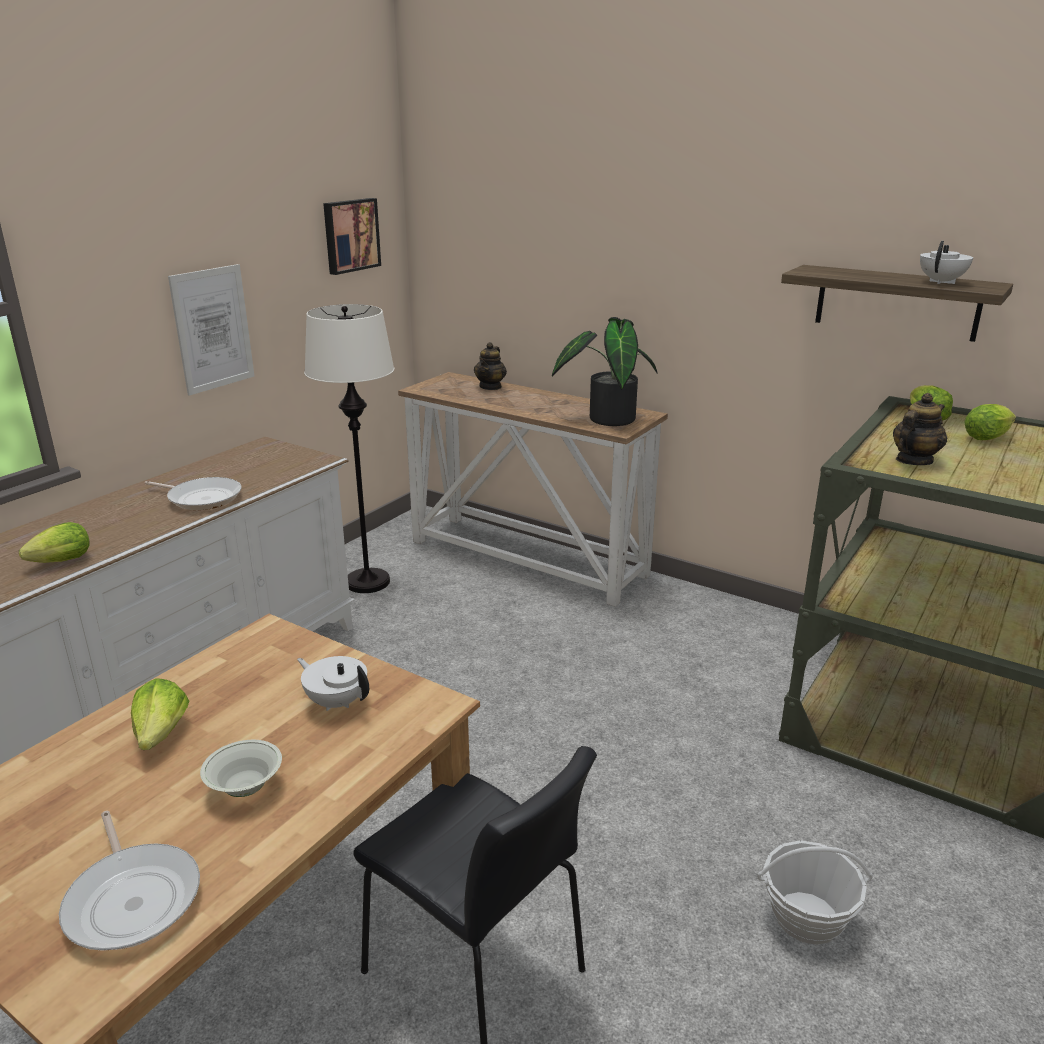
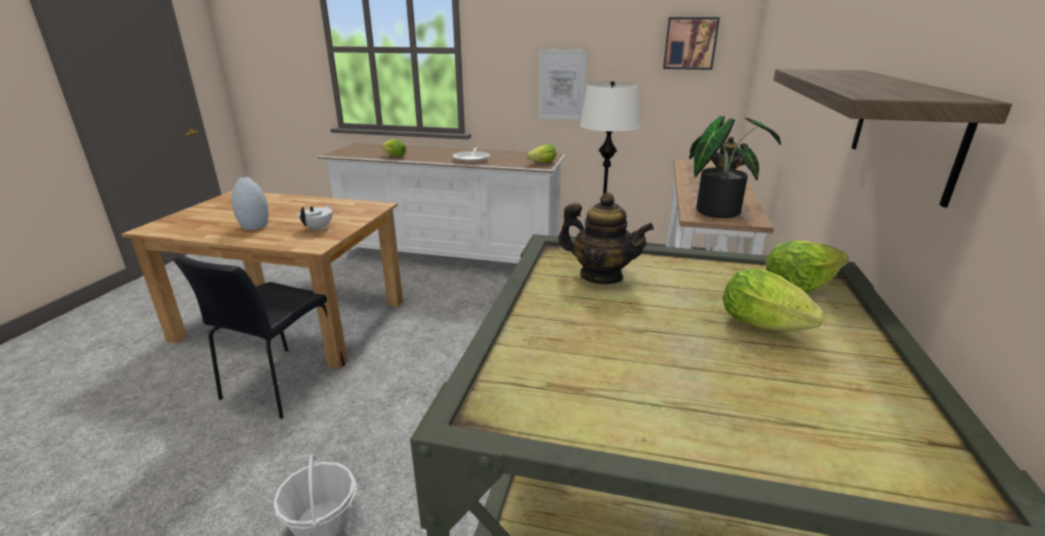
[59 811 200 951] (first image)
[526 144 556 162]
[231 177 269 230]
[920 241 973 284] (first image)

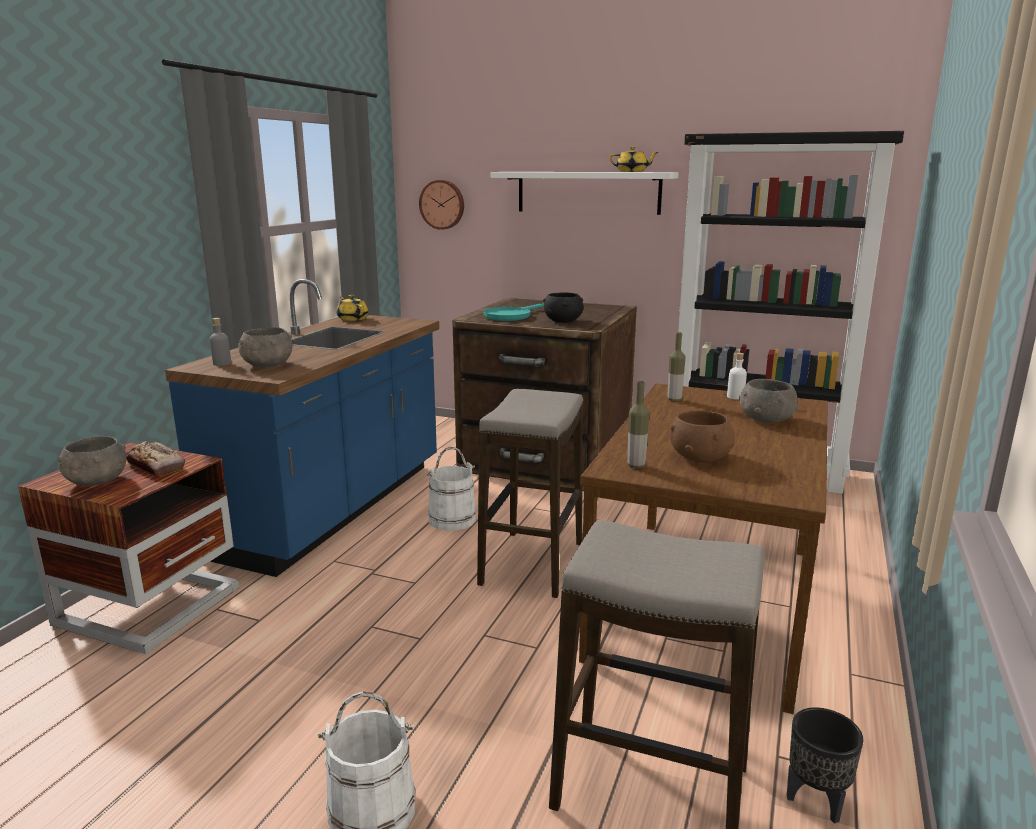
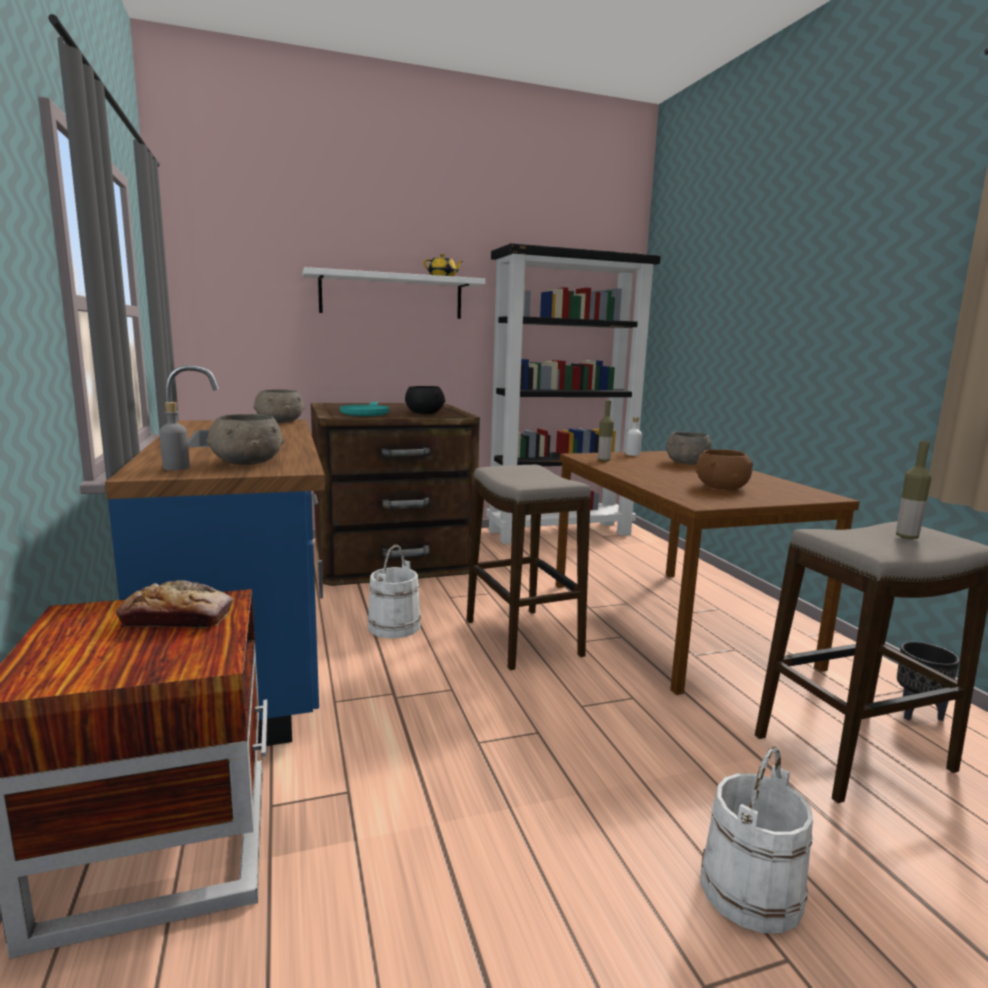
[253 389 304 423]
[337 295 368 321] (first image)
[419 180 464 230] (first image)
[896 441 931 539]

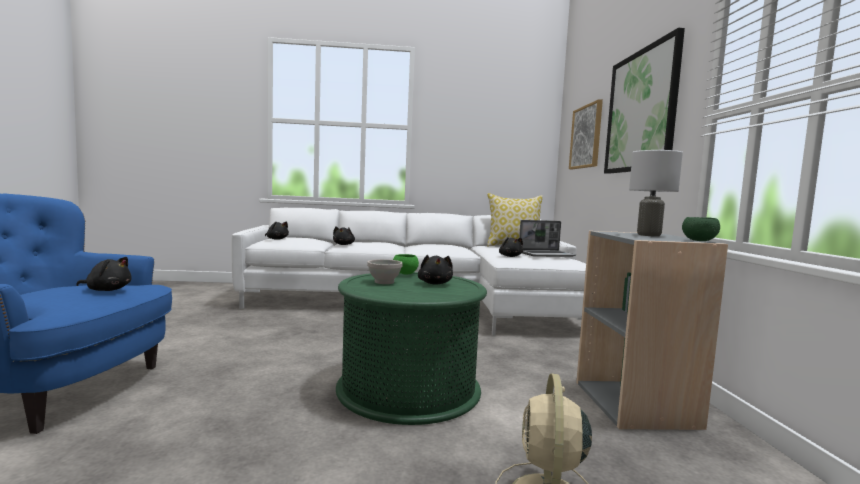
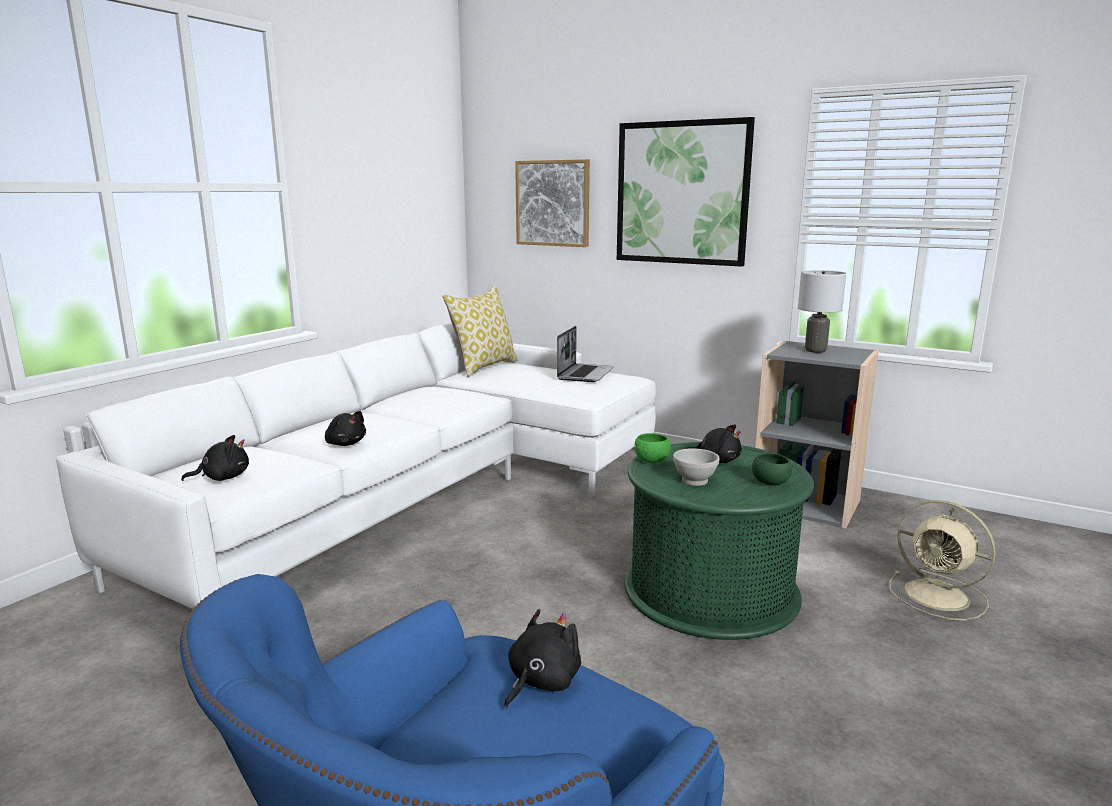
[499 237 523 257] (first image)
[752 453 792 485]

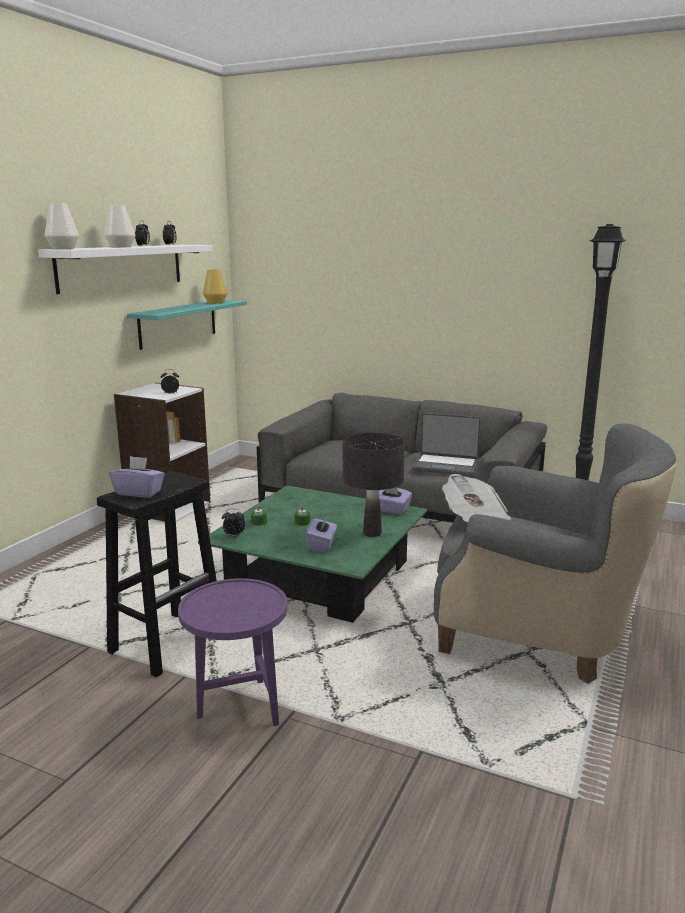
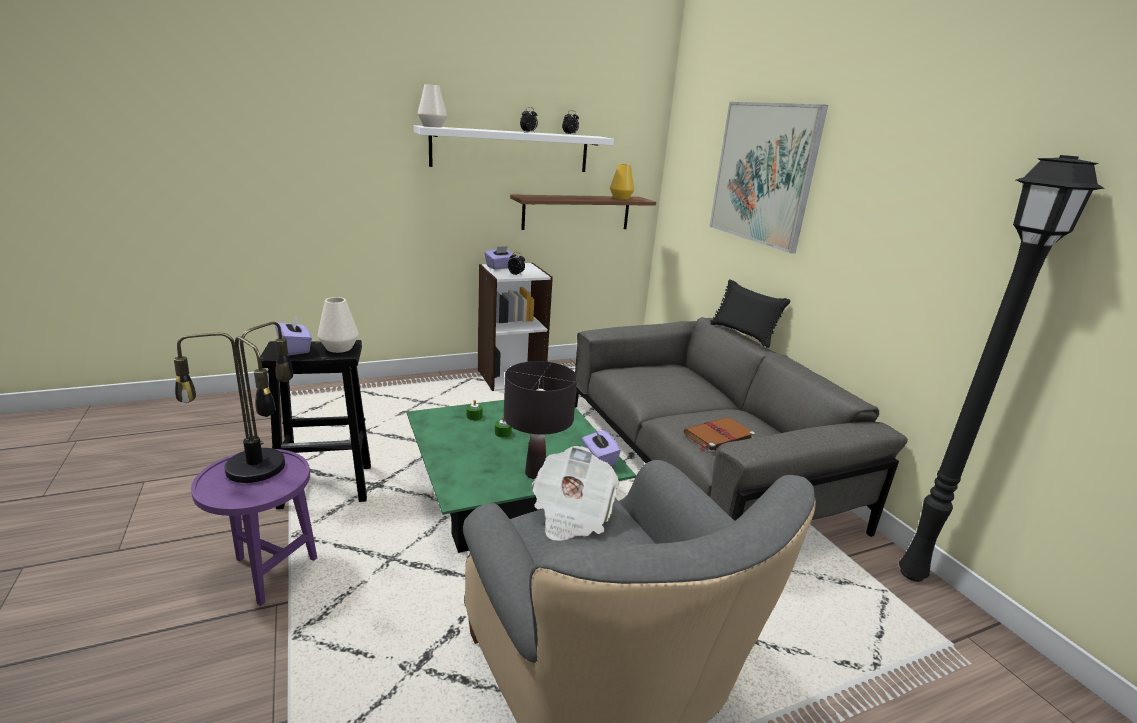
[318 297 359 353]
[510 195 656 230]
[222 509 245 537] (first image)
[484 246 516 269]
[684 417 756 453]
[174 322 293 483]
[709 102 828 253]
[711 279 791 348]

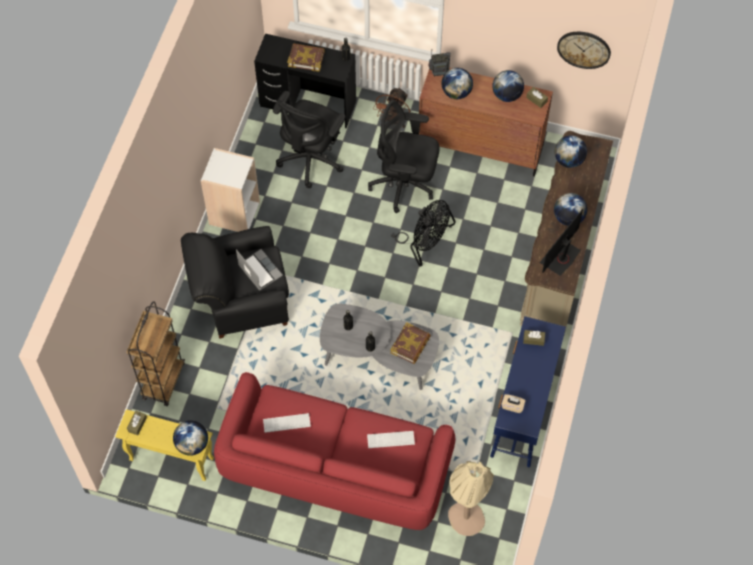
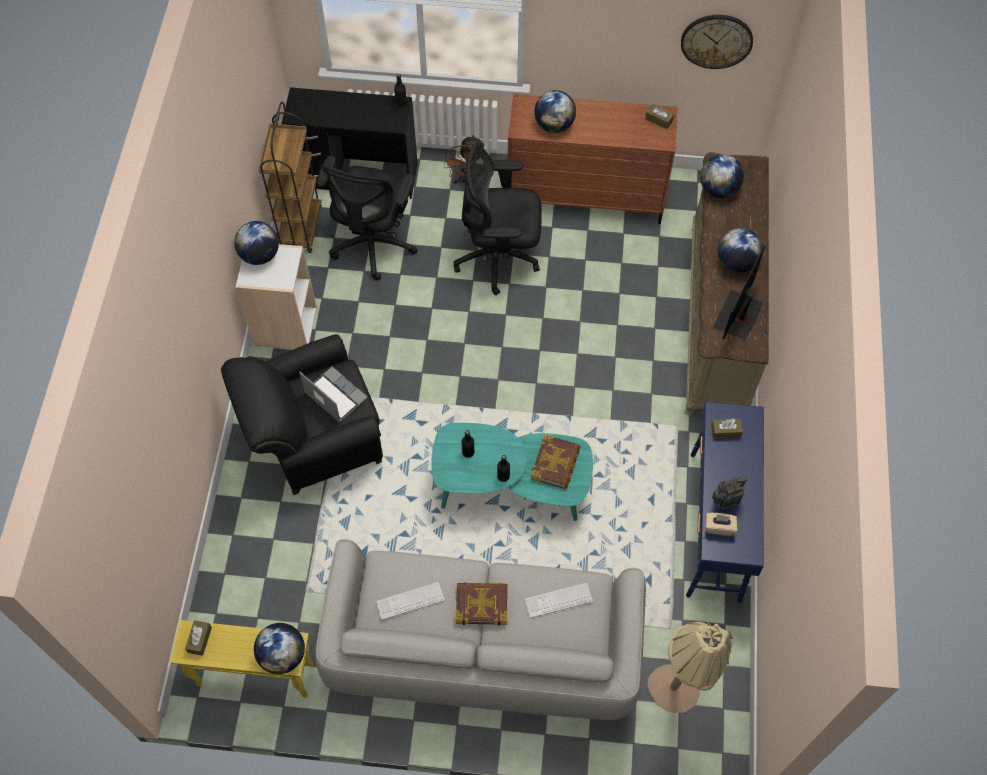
[258 102 322 253]
[315 539 646 720]
[455 583 508 625]
[431 423 593 521]
[391 200 456 267] (first image)
[712 476 748 510]
[234 221 279 265]

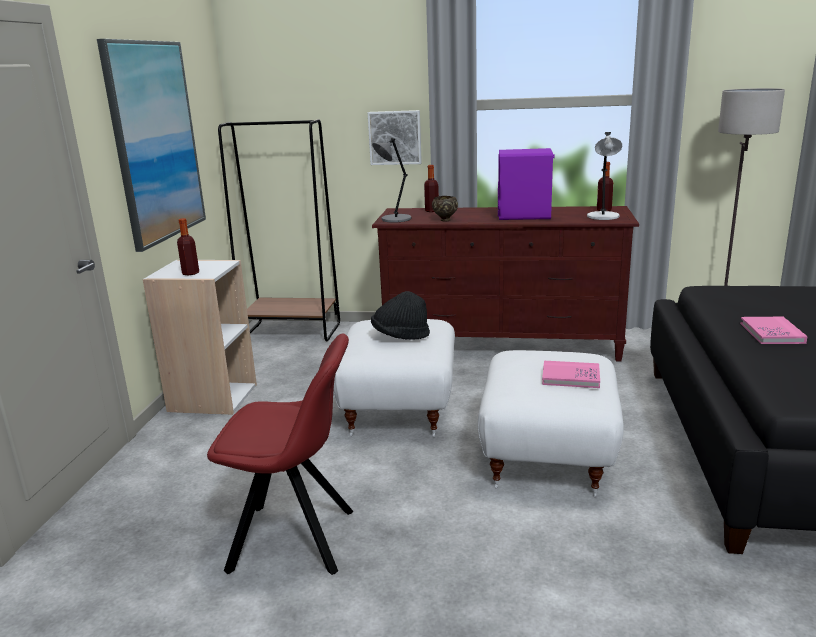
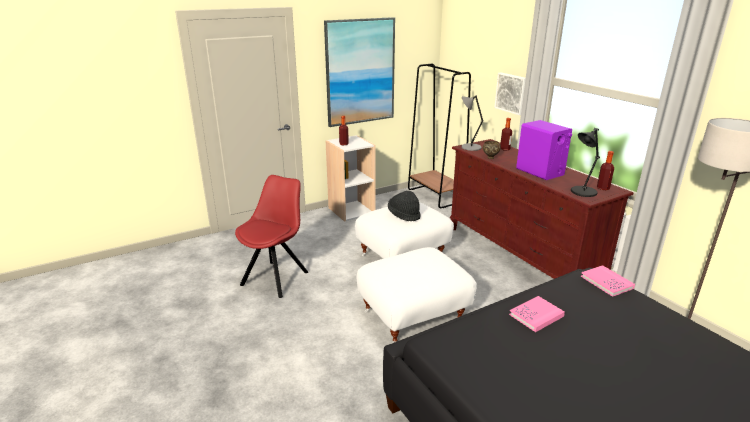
[235 175 308 298]
[581 265 635 297]
[571 128 600 197]

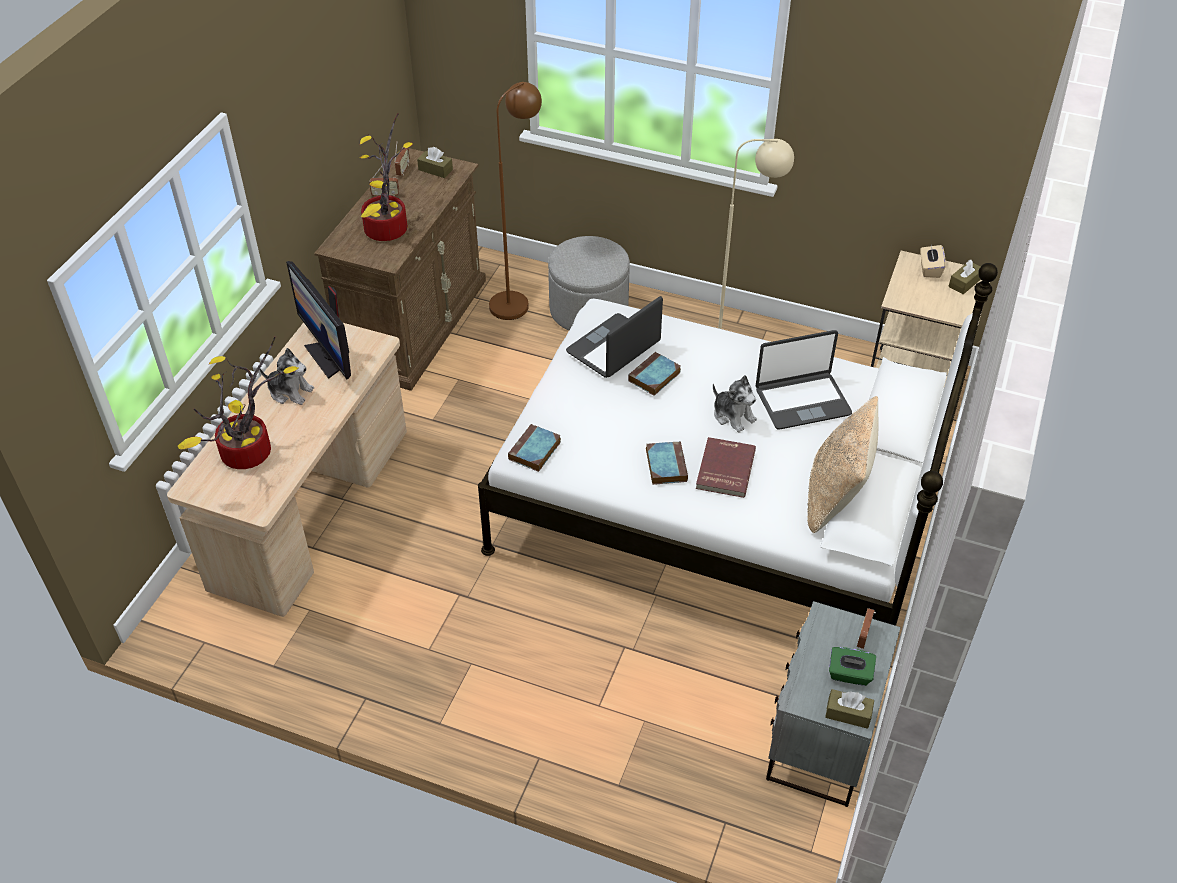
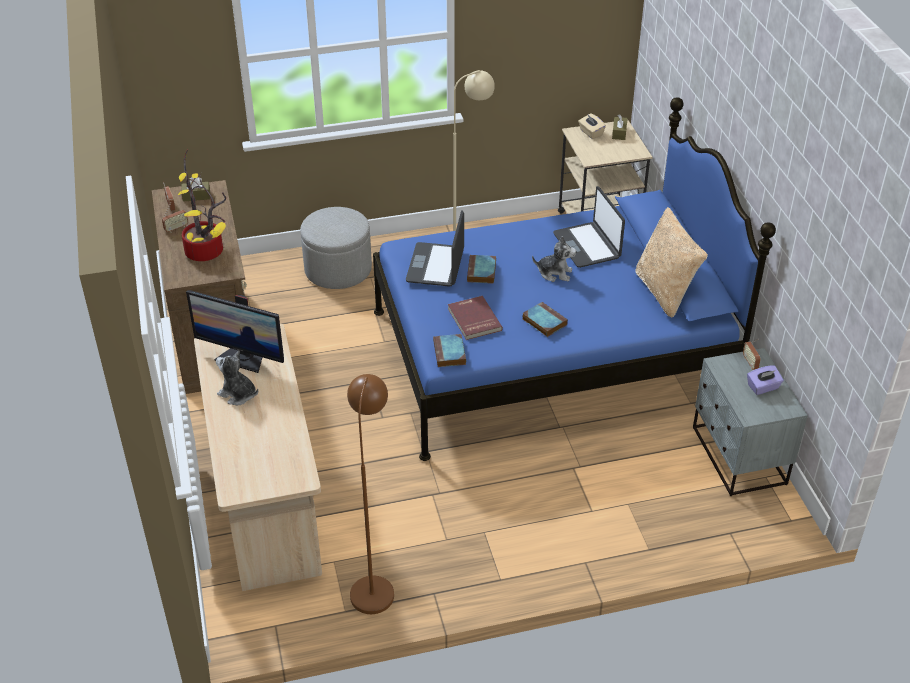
[178 337 298 469] (first image)
[216 351 258 405]
[373 97 776 461]
[347 374 394 614]
[448 296 503 340]
[553 186 625 268]
[825 689 874 729] (first image)
[747 365 784 395]

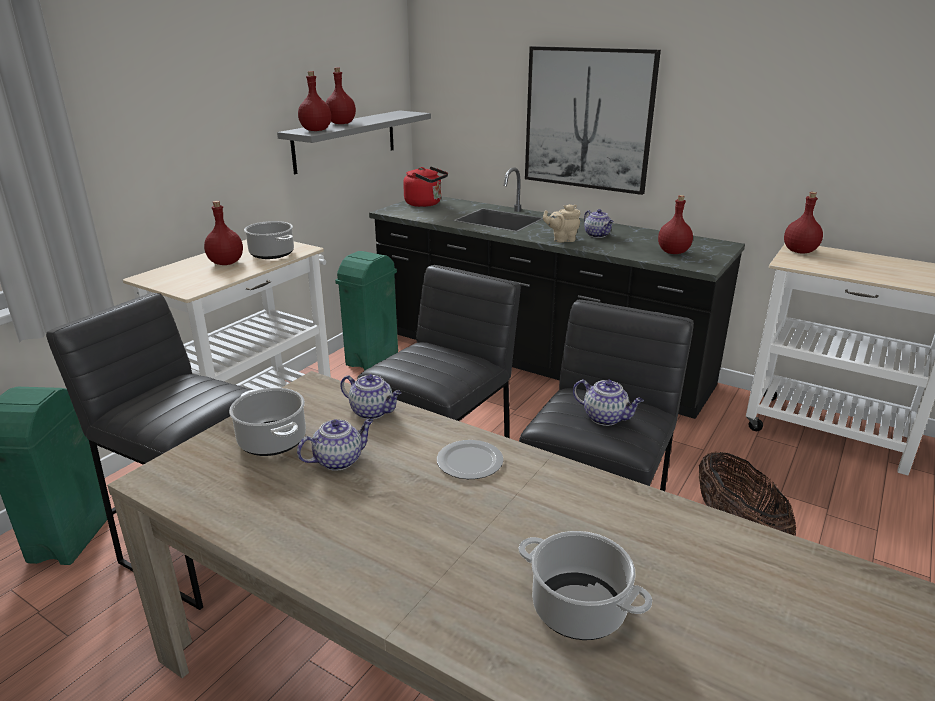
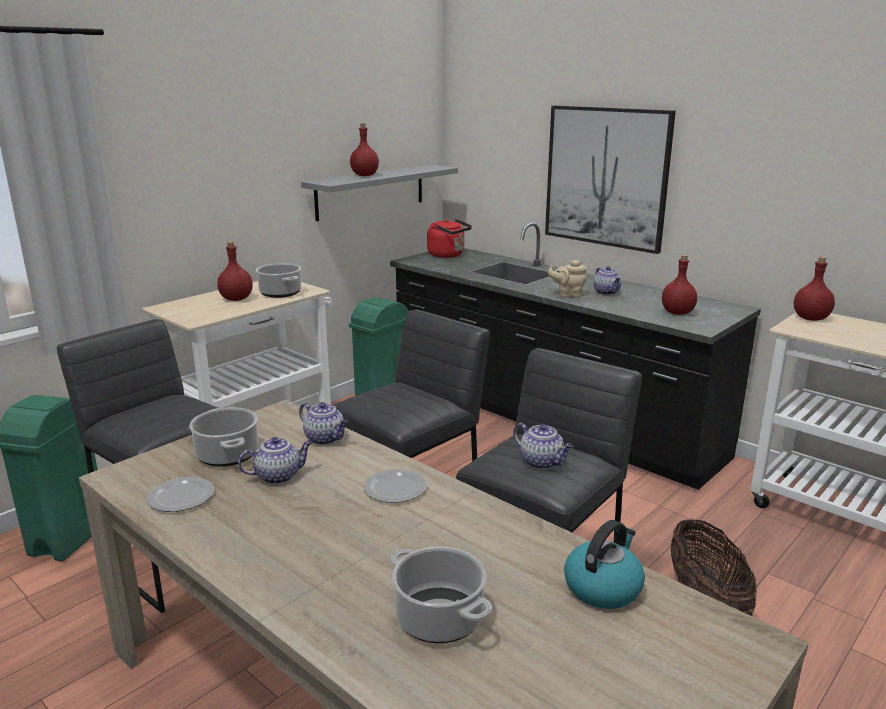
[298 71 331 131] (first image)
[147 477 214 512]
[564 520 645 609]

